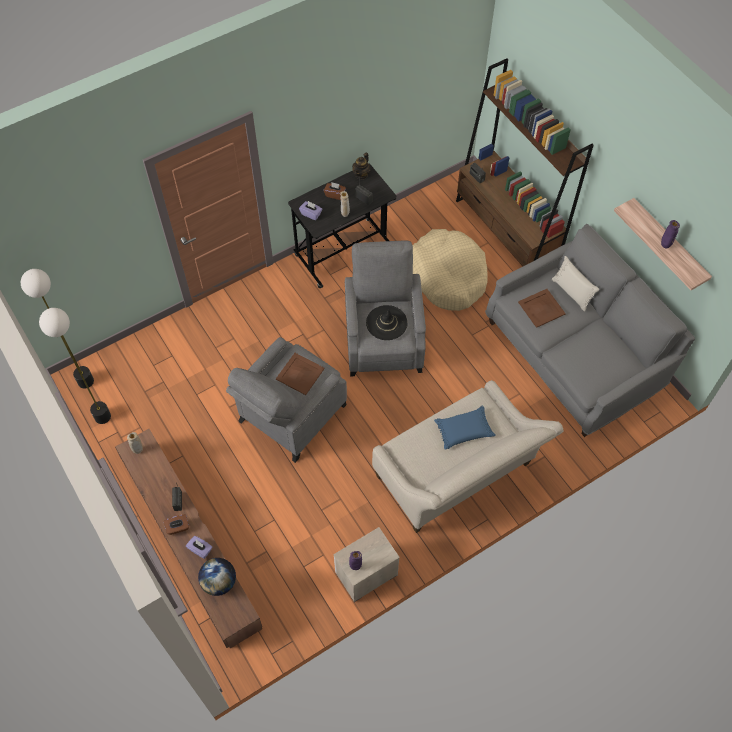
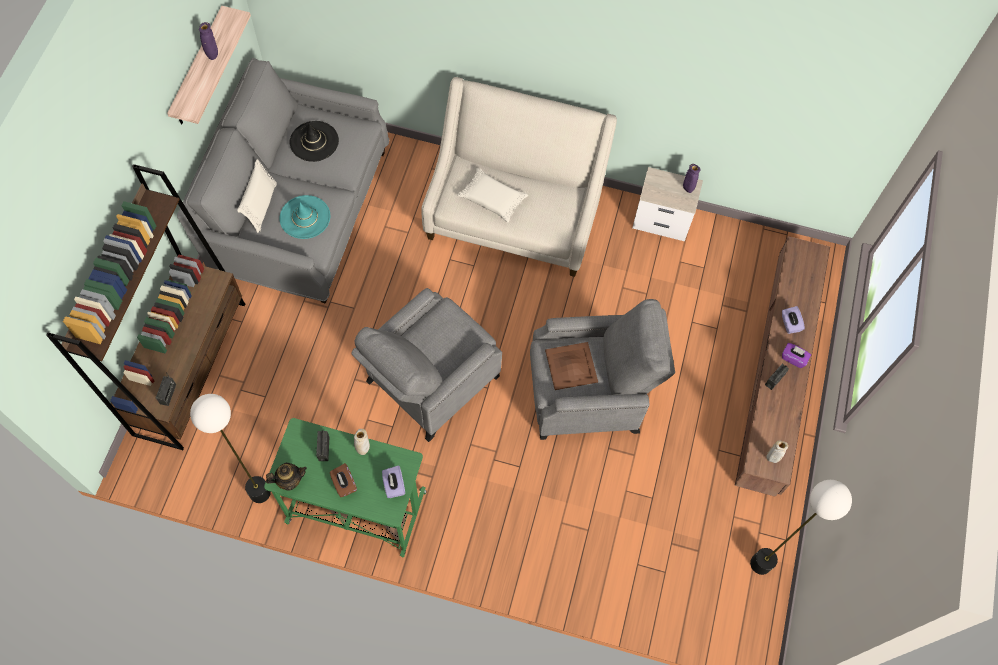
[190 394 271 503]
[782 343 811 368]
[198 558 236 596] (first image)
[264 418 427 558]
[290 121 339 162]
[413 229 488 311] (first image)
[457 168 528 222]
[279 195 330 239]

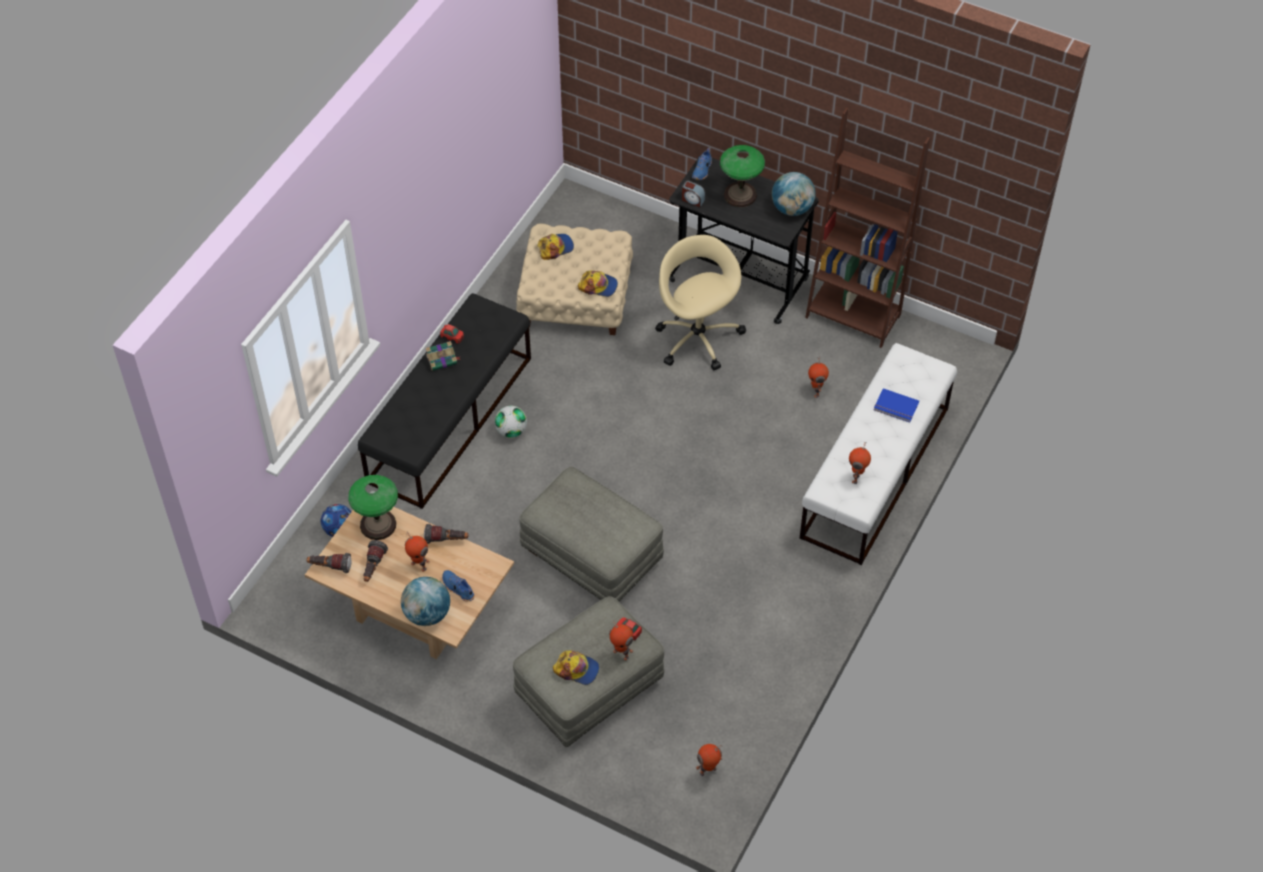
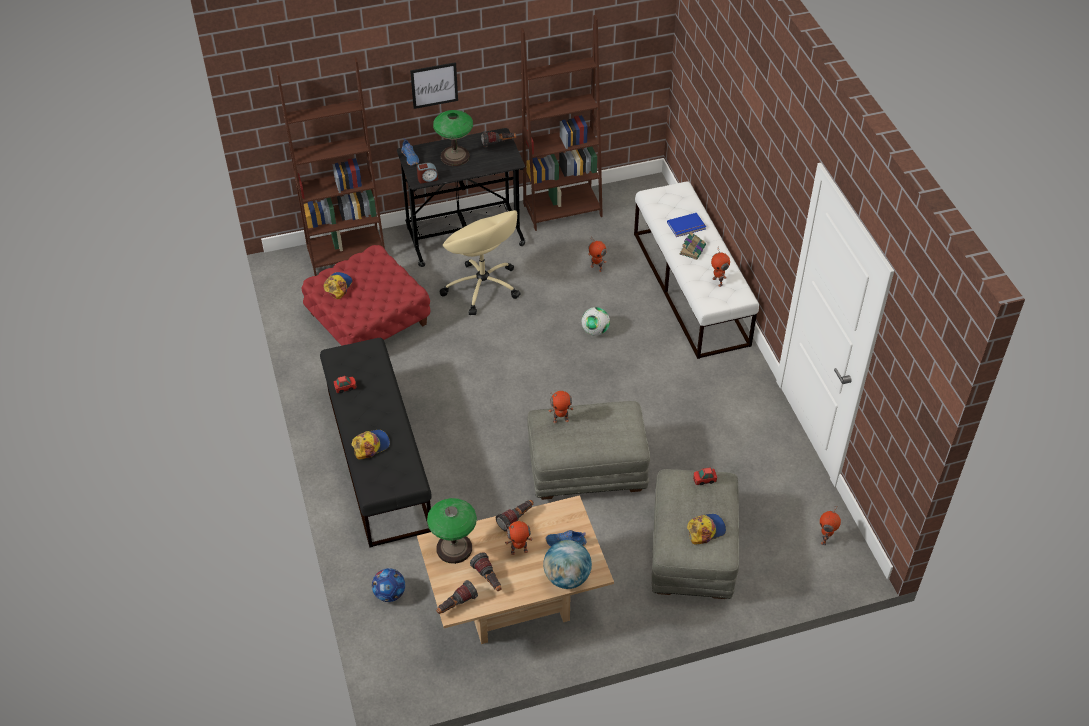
[679 231 706 260]
[581 307 610 336]
[302 245 430 346]
[352 430 390 459]
[548 391 574 423]
[440 210 521 315]
[481 131 517 147]
[276 57 385 276]
[410 62 458 109]

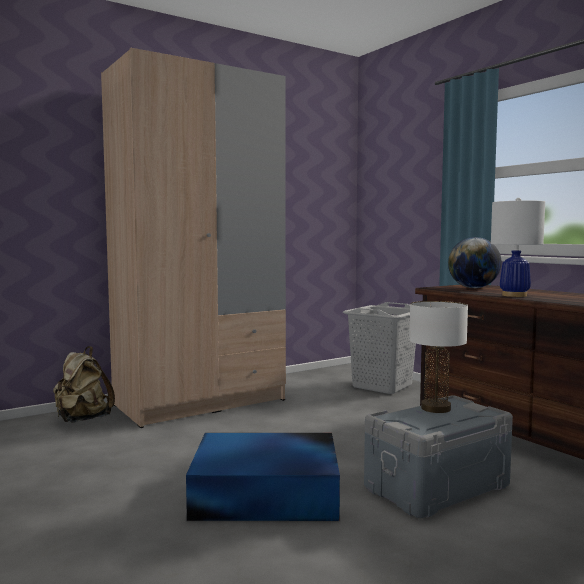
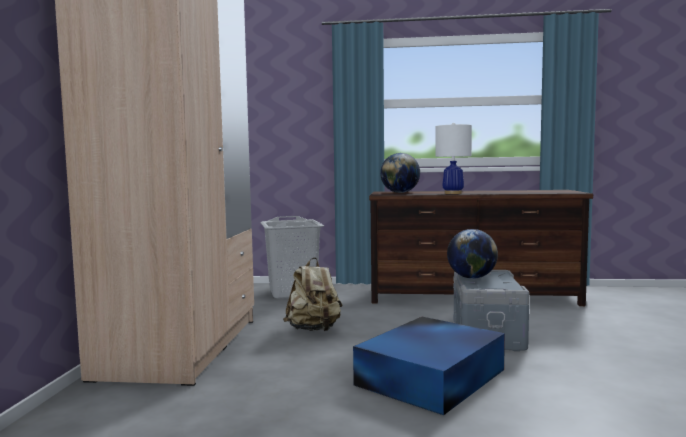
[283 257 342 331]
[447 229 498 279]

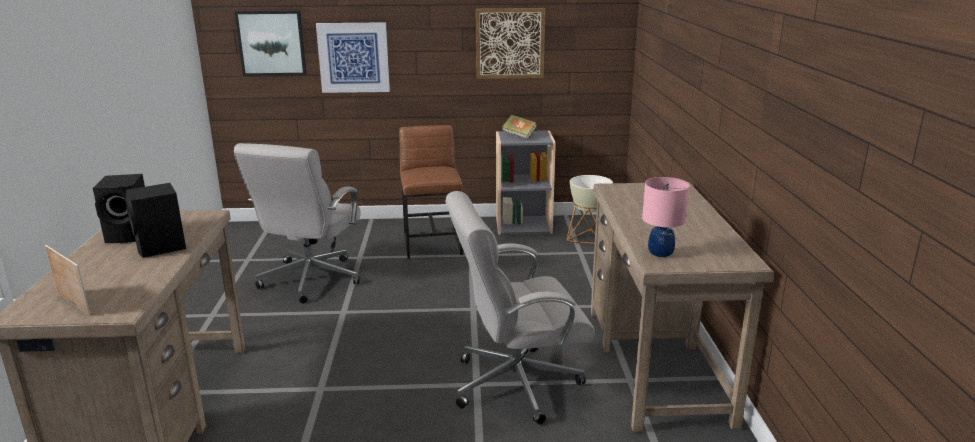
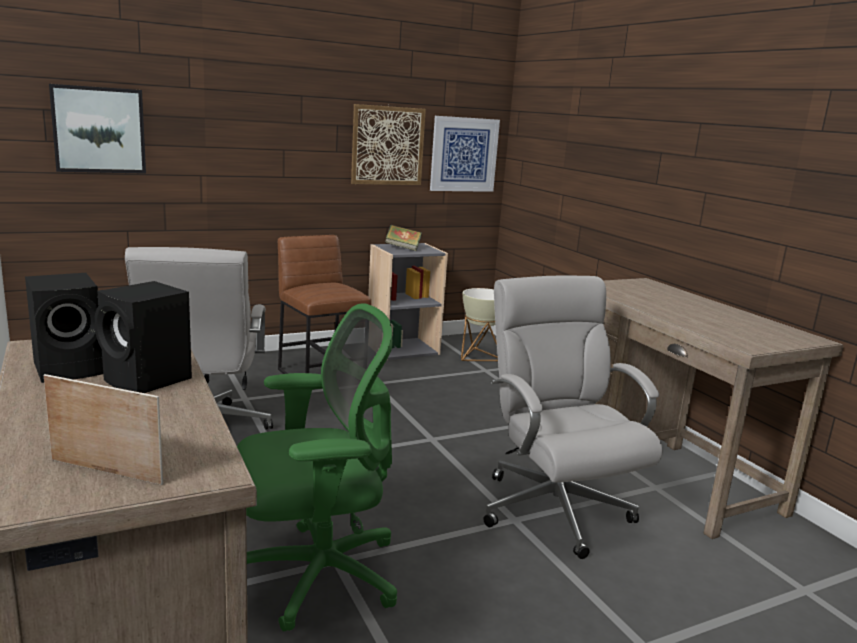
[430 116 500 192]
[483 276 662 559]
[642 177 690 257] (first image)
[237 303 397 631]

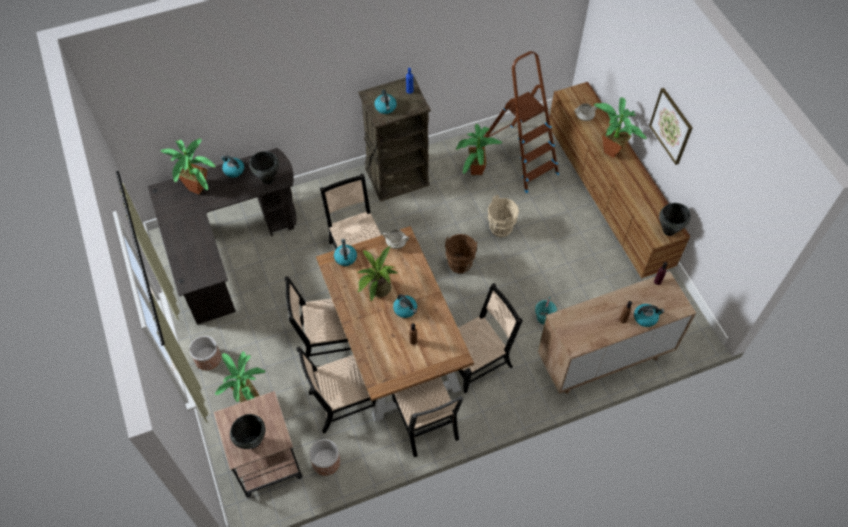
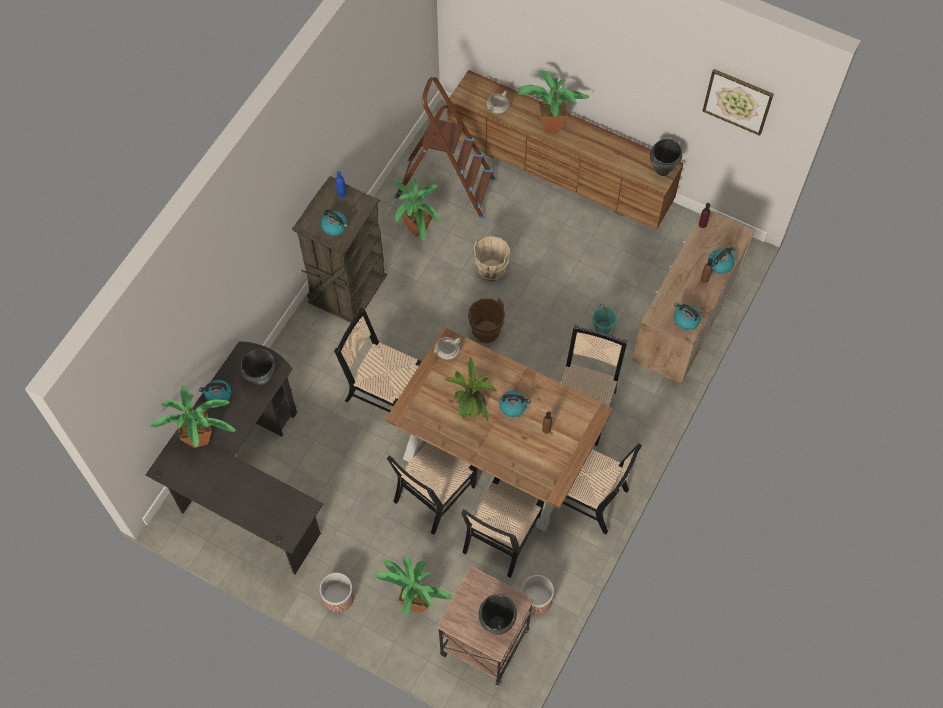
[674 302 701 330]
[703 69 774 136]

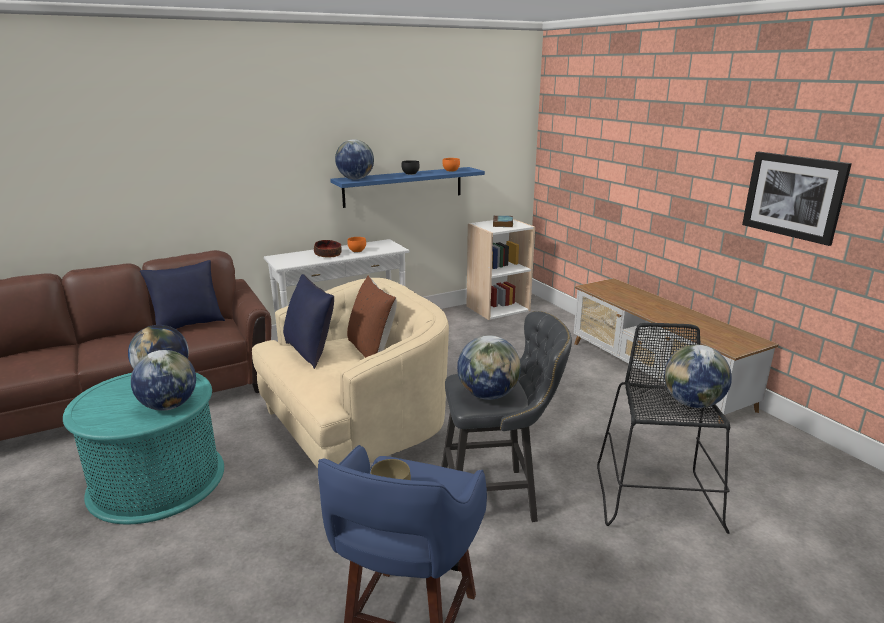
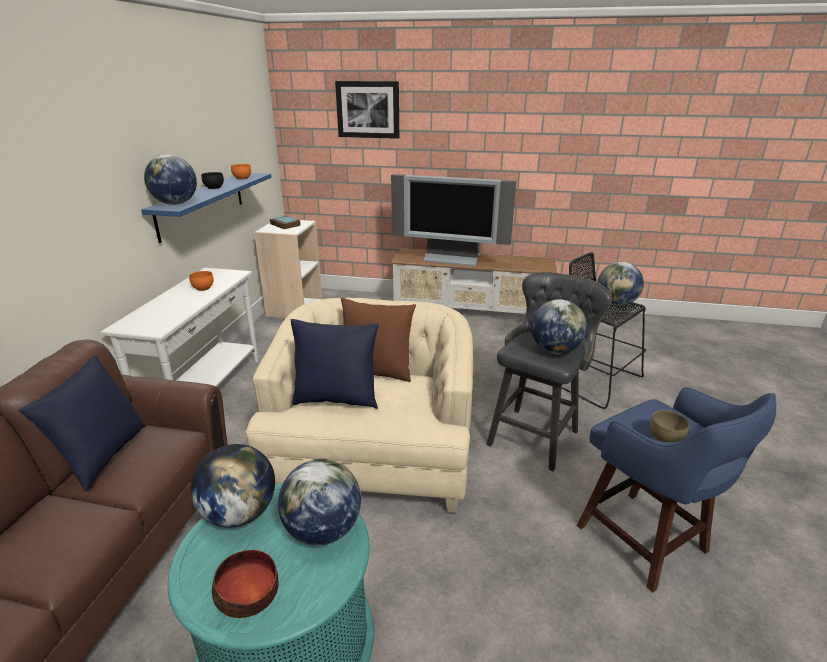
[212 550 279 618]
[335 81 399 139]
[391 174 516 266]

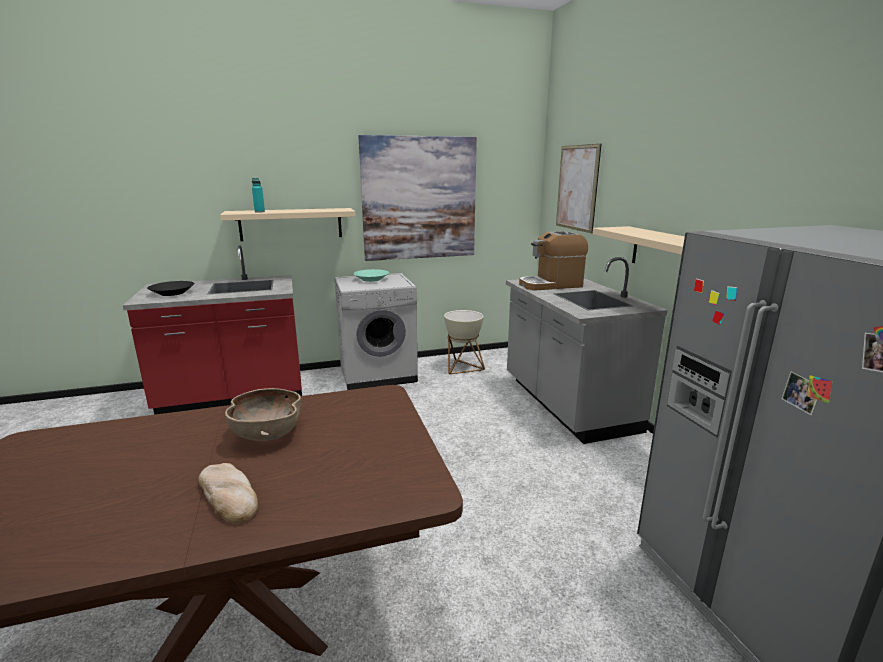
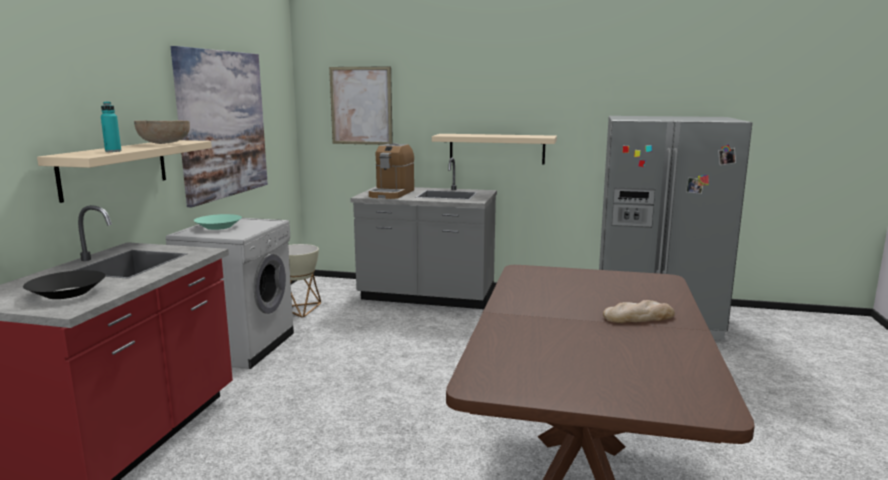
[134 120 190 144]

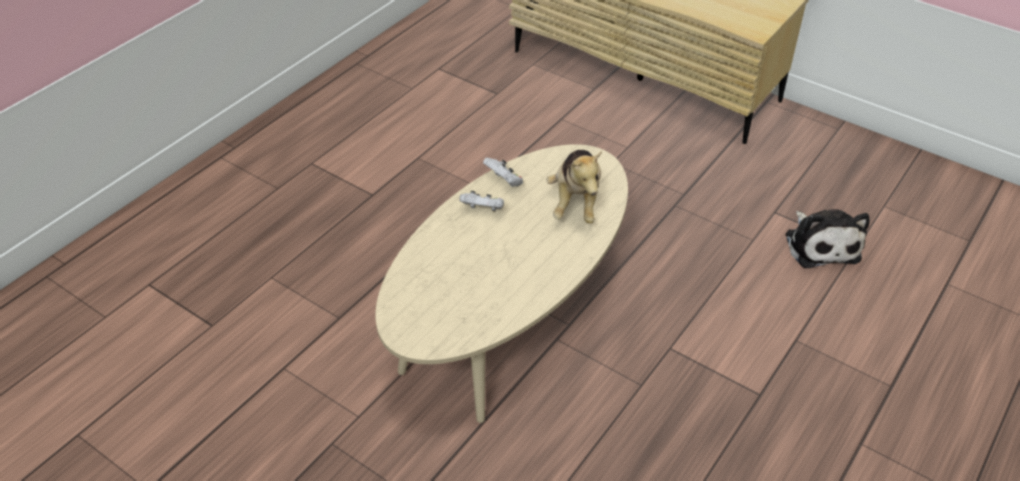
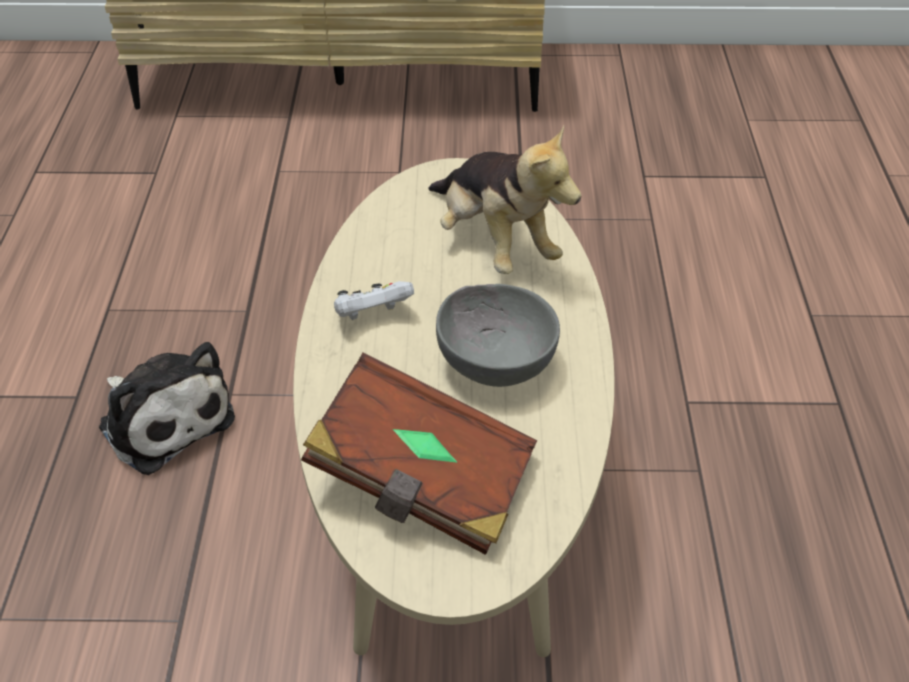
[483 158 523 187] (first image)
[99 342 235 475]
[301 353 537 555]
[436 284 560 387]

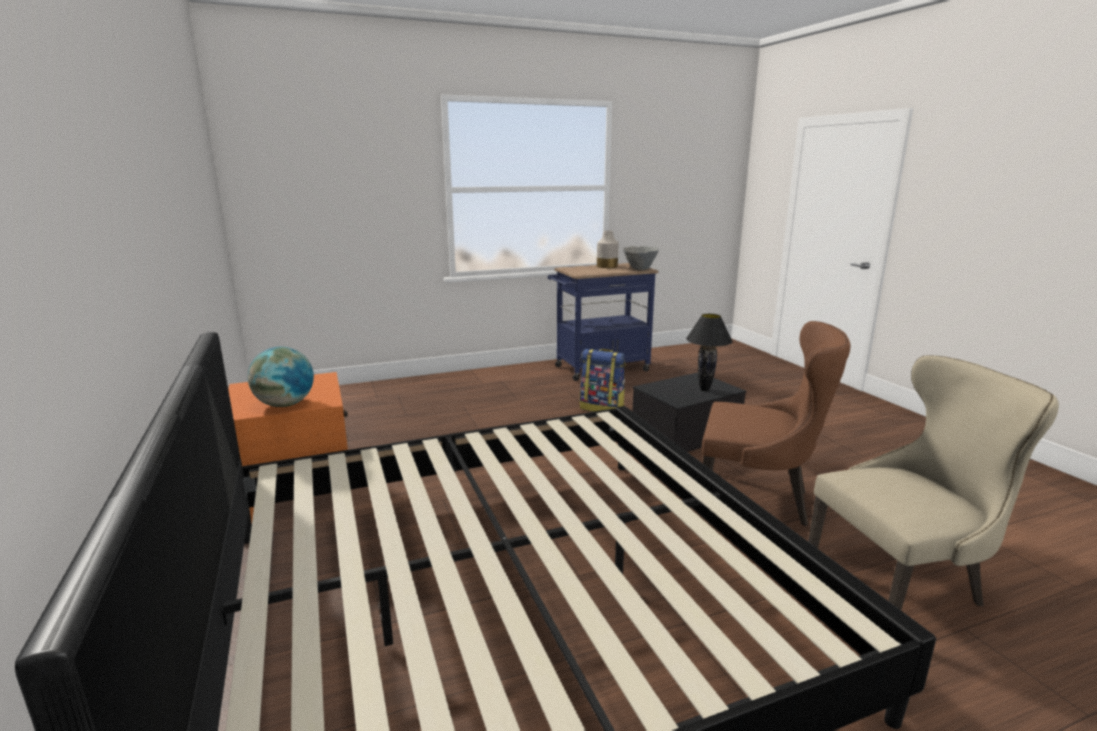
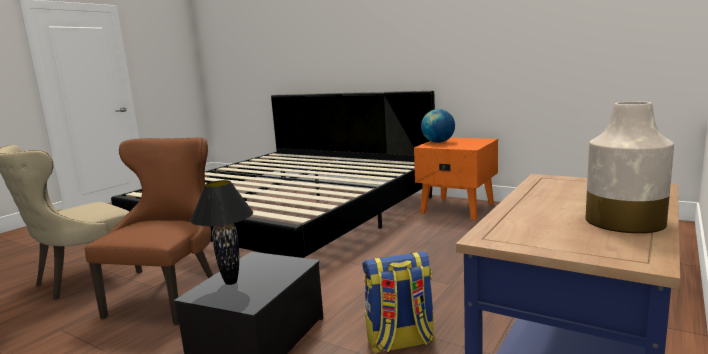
[623 246 659 270] (first image)
[85 137 213 325]

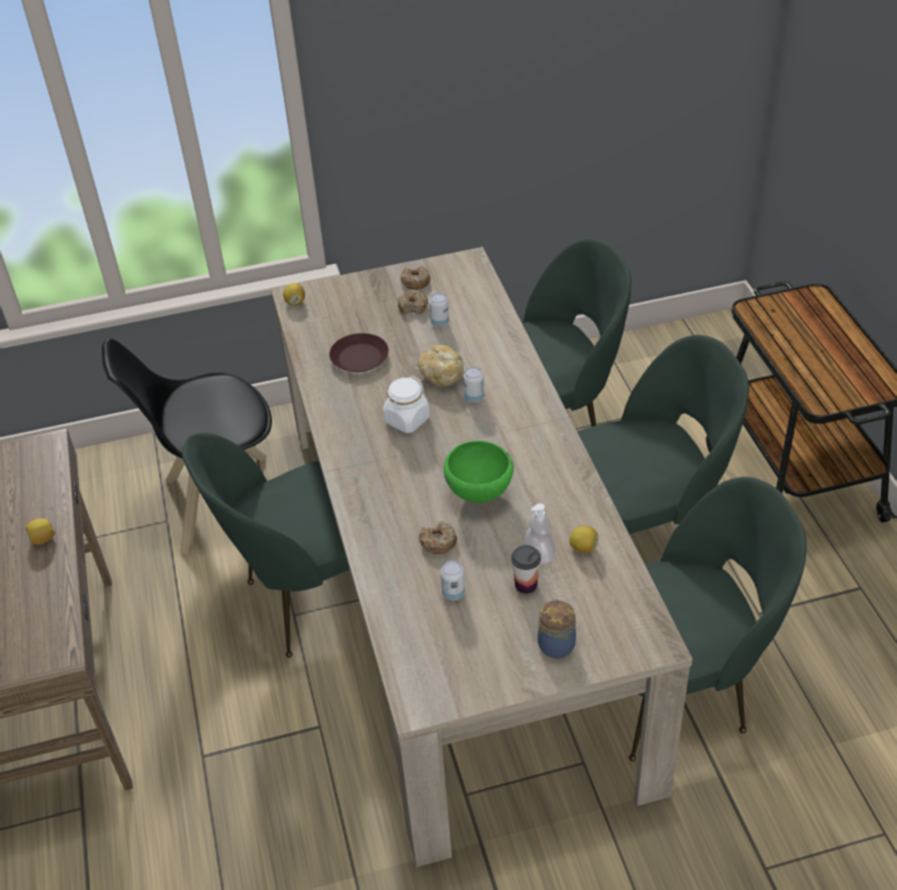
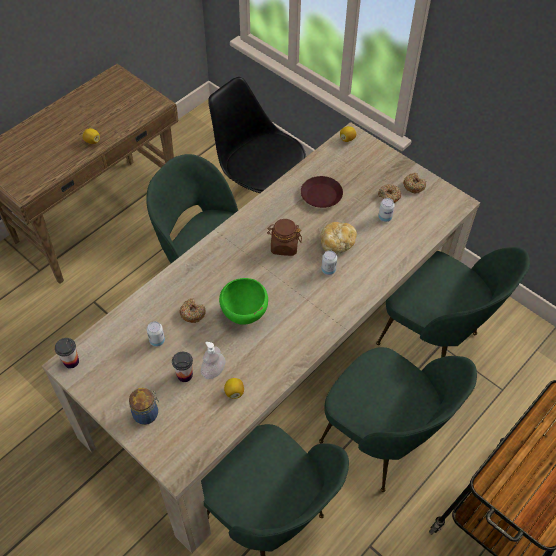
[267 219 302 256]
[55 338 79 369]

